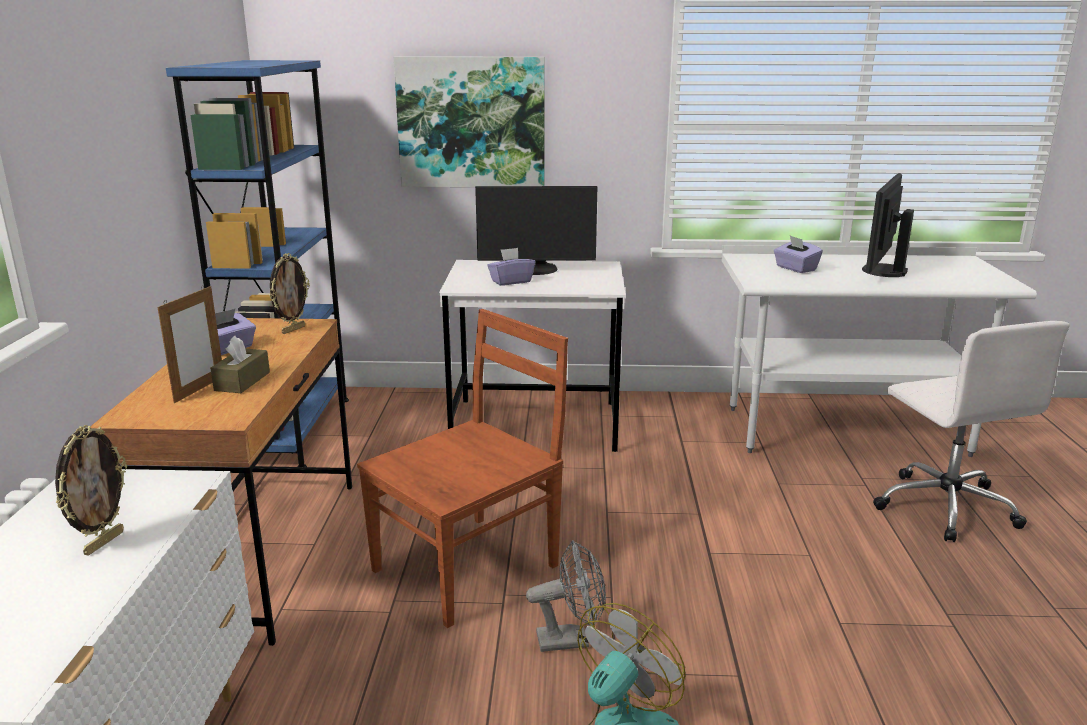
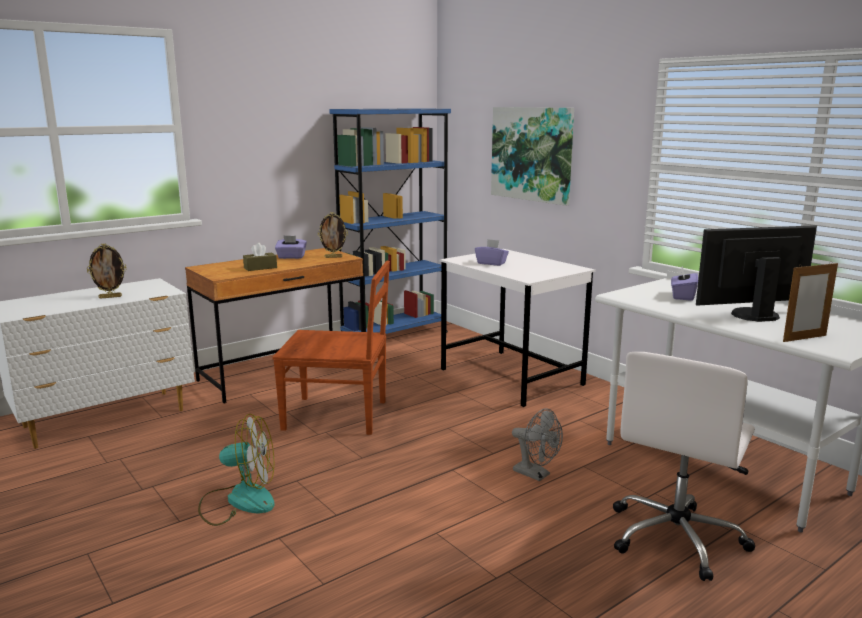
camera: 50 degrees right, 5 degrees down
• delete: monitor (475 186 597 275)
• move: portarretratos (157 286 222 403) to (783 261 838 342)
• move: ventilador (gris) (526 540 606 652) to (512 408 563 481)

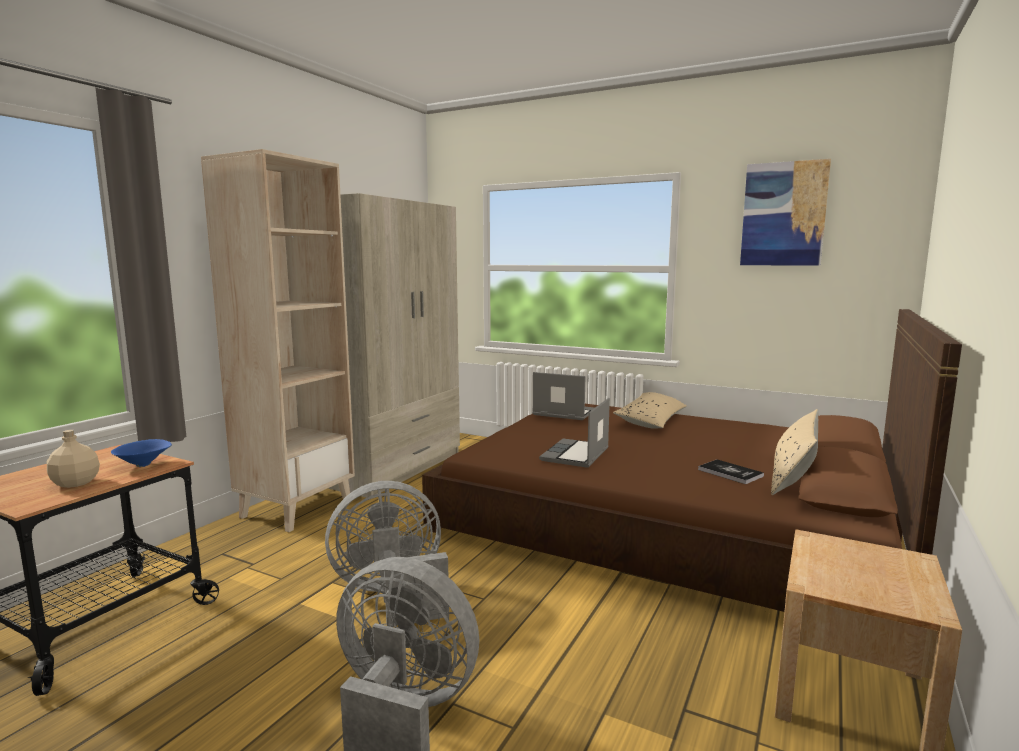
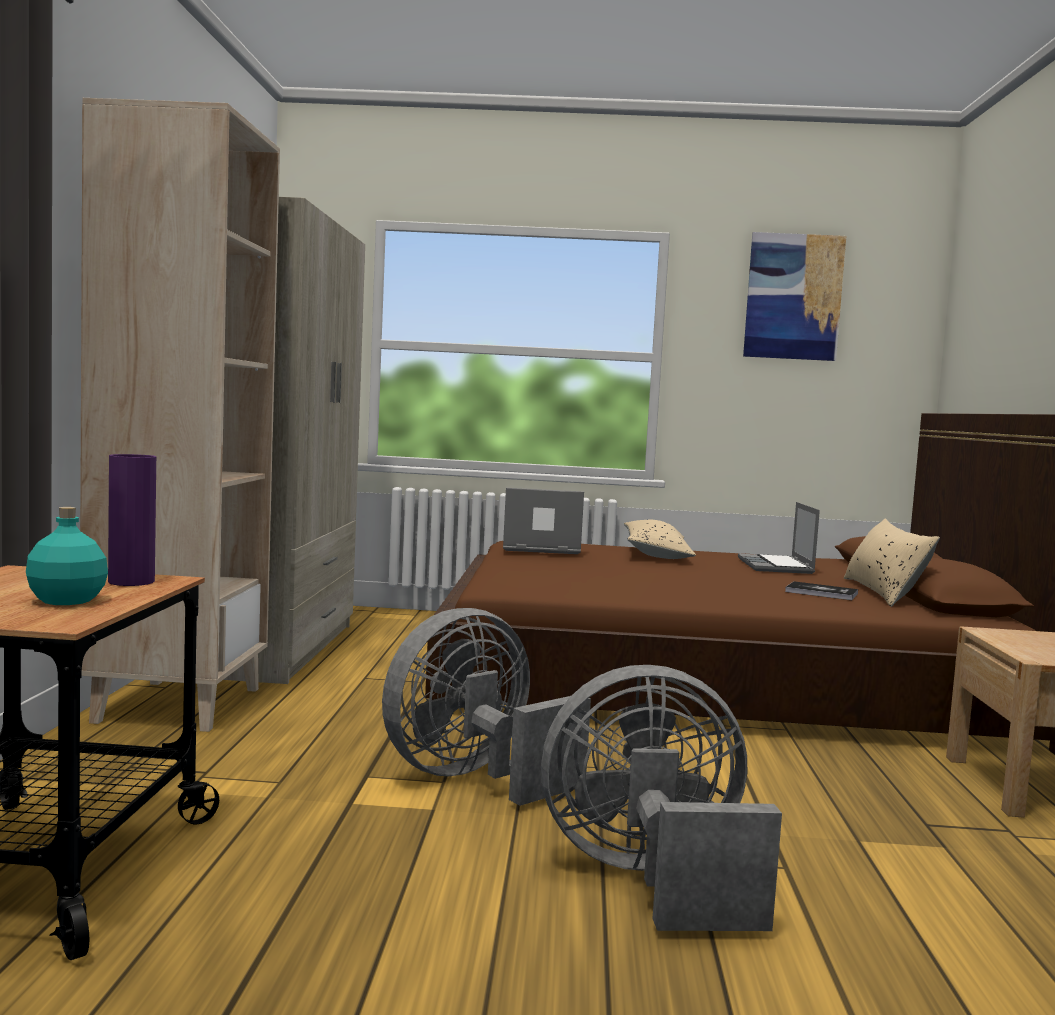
camera: 25 degrees left, 5 degrees down
• move: portátil (539 398 610 468) to (738 502 820 574)
• replace: cuenco (azul) (111 439 172 467) to florero (morado) (108 454 156 586)
• recolor: botella (beis) (47 430 100 488) to botella (turquesa) (26 507 108 605)

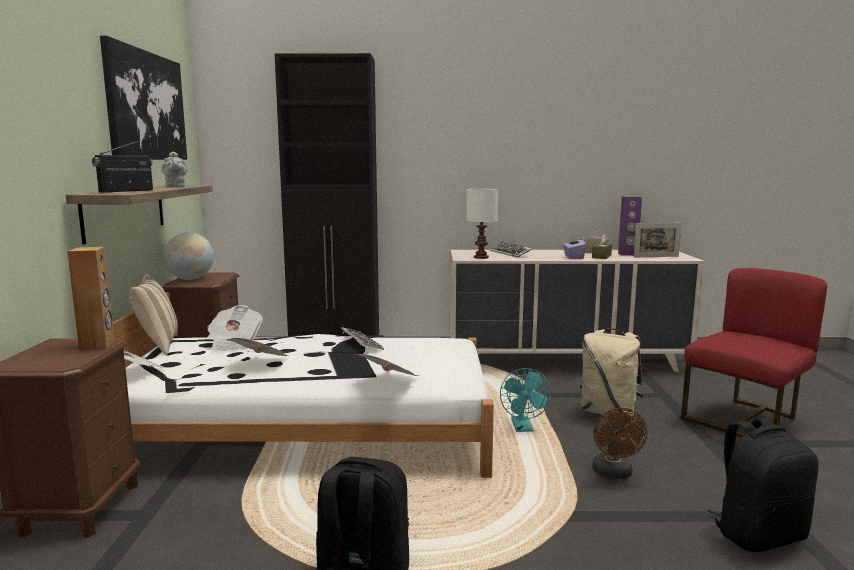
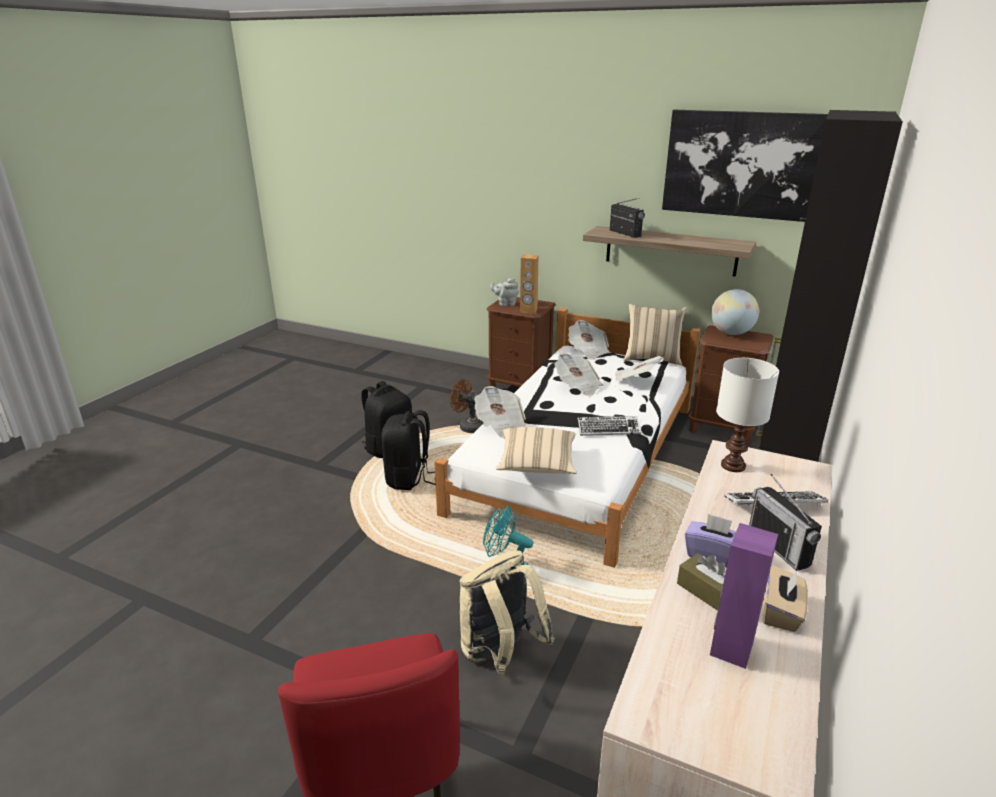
camera: 115 degrees right, 15 degrees up
• delete: portarretratos (634 223 681 257)
• insert: cojín (beis) (496 427 577 474)
• insert: radio (749 474 822 571)
• move: tetera (gris) (161 152 188 187) to (490 278 519 306)
• move: ventilador (marrón) (592 408 647 479) to (450 379 483 433)
• move: mochila (negro) (707 417 819 552) to (381 410 436 490)

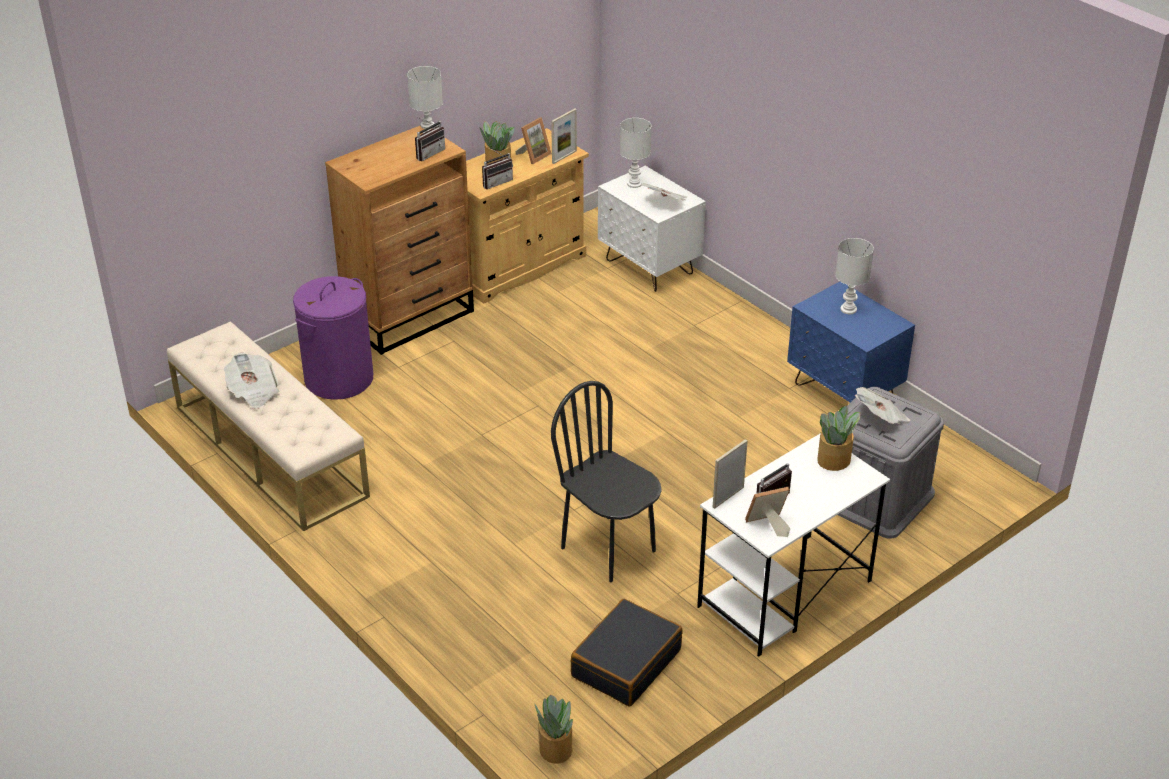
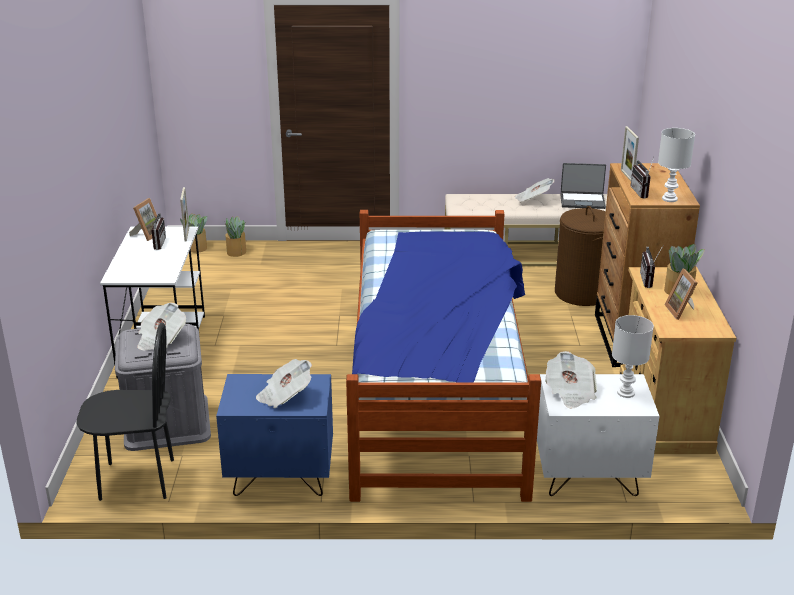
camera: 130 degrees right, 10 degrees down
• delete: maleta (negro) (571 599 682 706)
• insert: cama (346 210 541 502)
• insert: portátil (560 163 606 209)
• move: portarretratos (551 109 577 164) to (621 126 639 181)
• move: silla (negro) (551 381 662 582) to (76 323 174 501)
• move: planta en maceta (817 405 860 471) to (225 216 246 257)
• replace: lámpara de mesa (blanco) (835 238 874 314) to periódico (256 359 312 408)
• recolor: cesto de la ropa (morado) (293 276 373 400) to cesto de la ropa (marrón) (555 206 606 306)

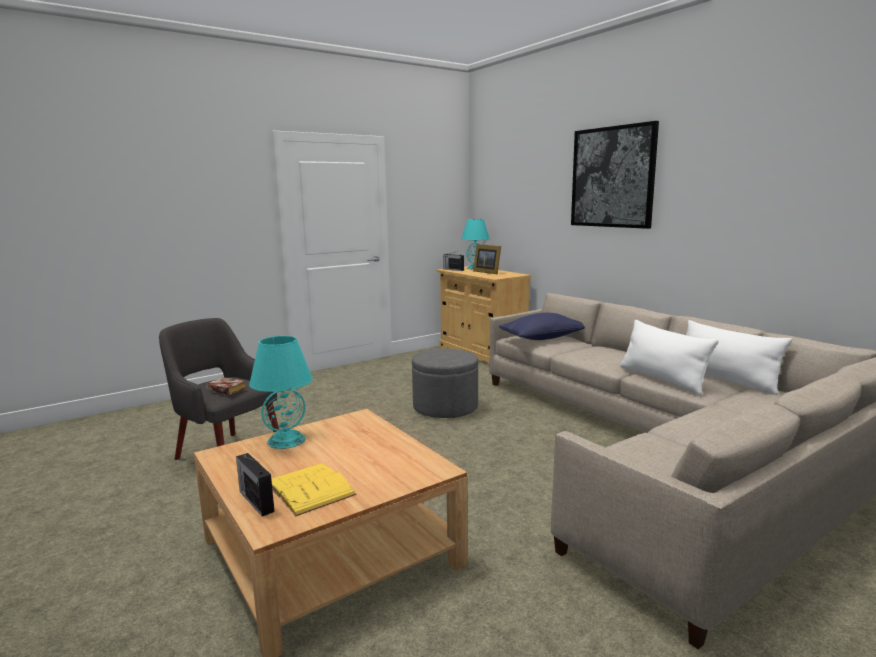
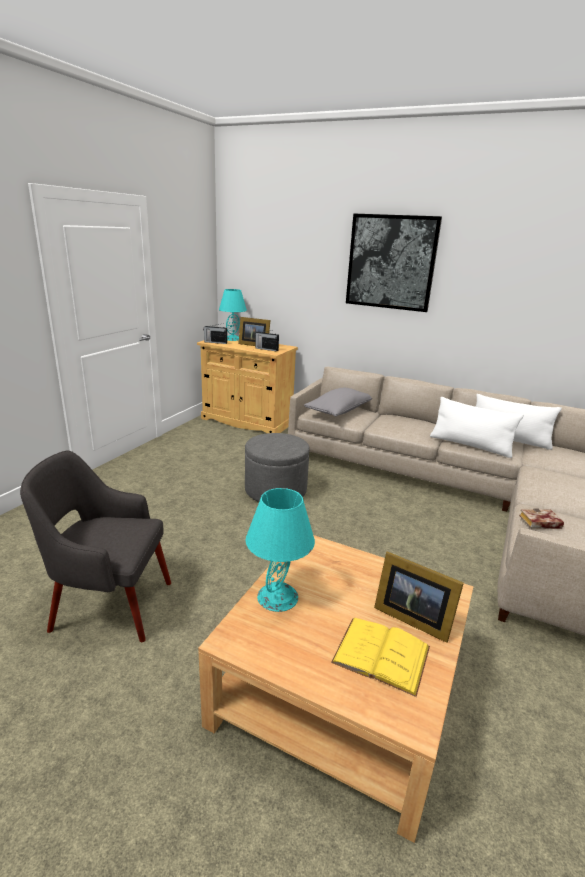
camera: 30 degrees left, 10 degrees up
• insert: portarretratos (374 551 464 643)
• move: libro (206 377 246 395) to (519 509 564 529)
• move: radio (236 453 274 516) to (255 330 279 351)
• recolor: cojín (azul) (499 313 585 340) to cojín (gris) (304 388 372 416)

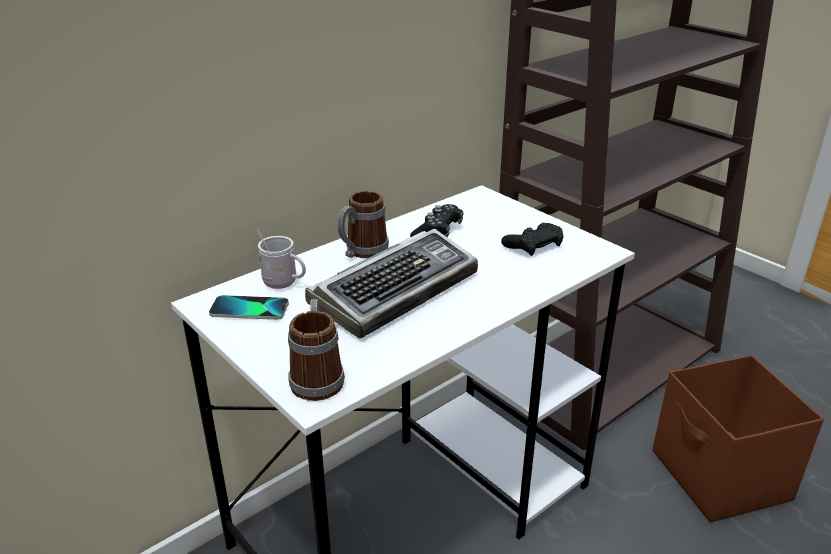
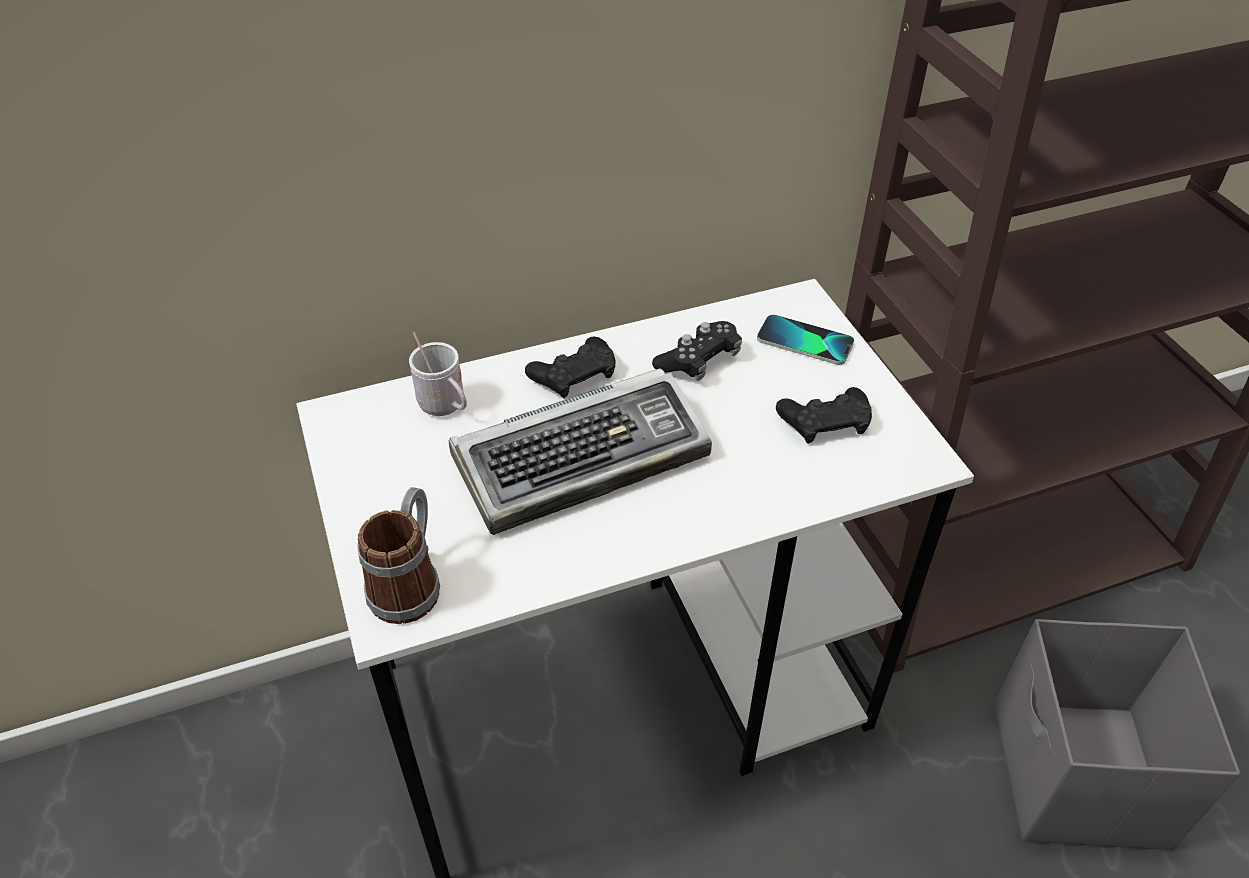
camera: 20 degrees right, 15 degrees up
• move: móvil (209 295 289 320) to (757 315 854 365)
• replace: taza grande (338 191 389 258) to mando de consola (negro) (525 336 615 398)
• recolor: caja de almacenaje (marrón) (653 355 824 522) to caja de almacenaje (gris) (995 619 1241 850)

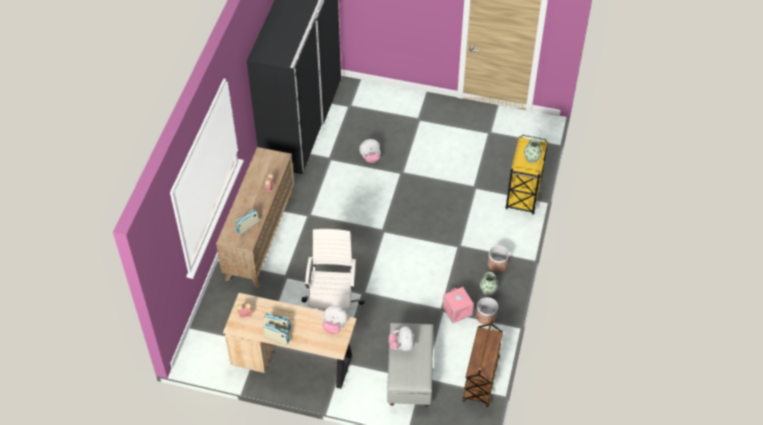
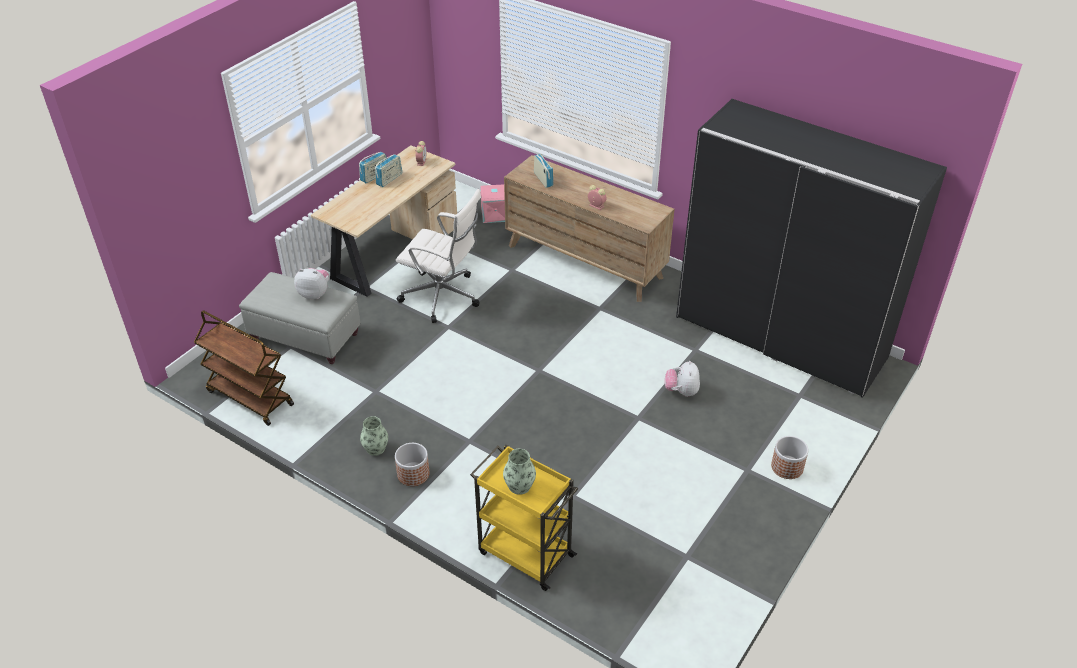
camera: 110 degrees right, 10 degrees down
• delete: peluche (322 305 348 334)
• move: caja de almacenaje (rosa) (442 287 474 323) to (480 184 505 223)
• move: maceta (476 297 498 325) to (771 436 808 479)

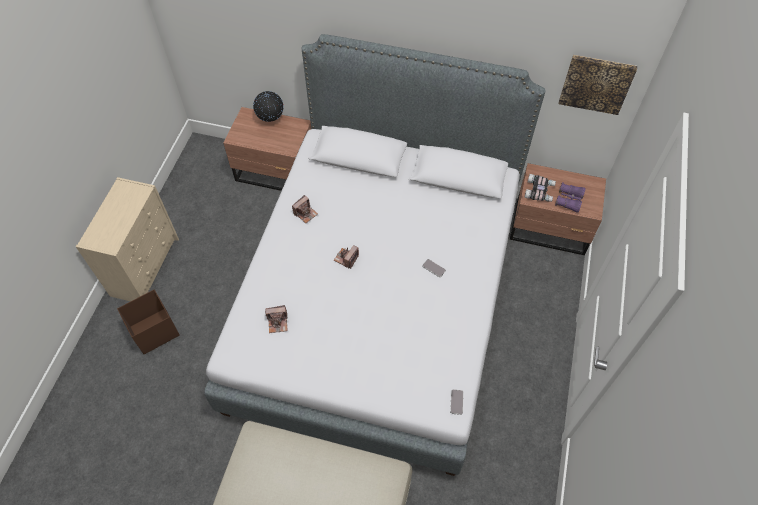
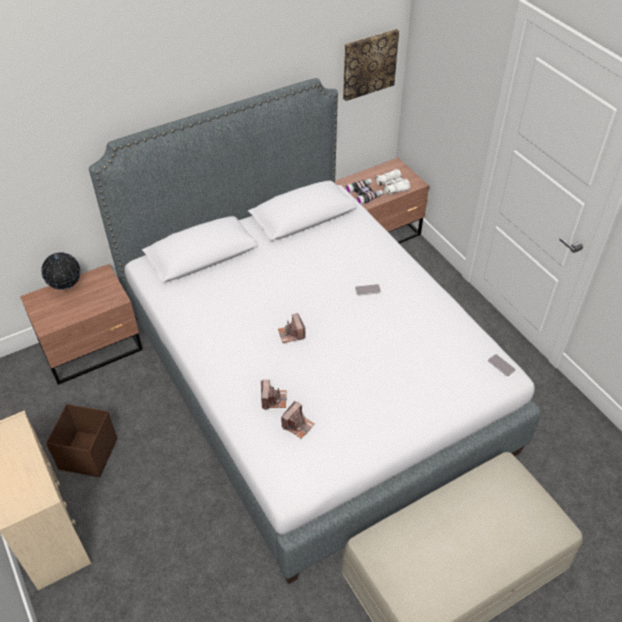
camera: 45 degrees left, 10 degrees down
• move: caja de almacenaje (marrón) (117 290 180 354) to (46 404 117 477)
• move: cámara (292 195 318 223) to (261 380 287 410)
• recolor: prismáticos (morado) (555 182 586 212) to prismáticos (blanco) (376 169 410 196)

